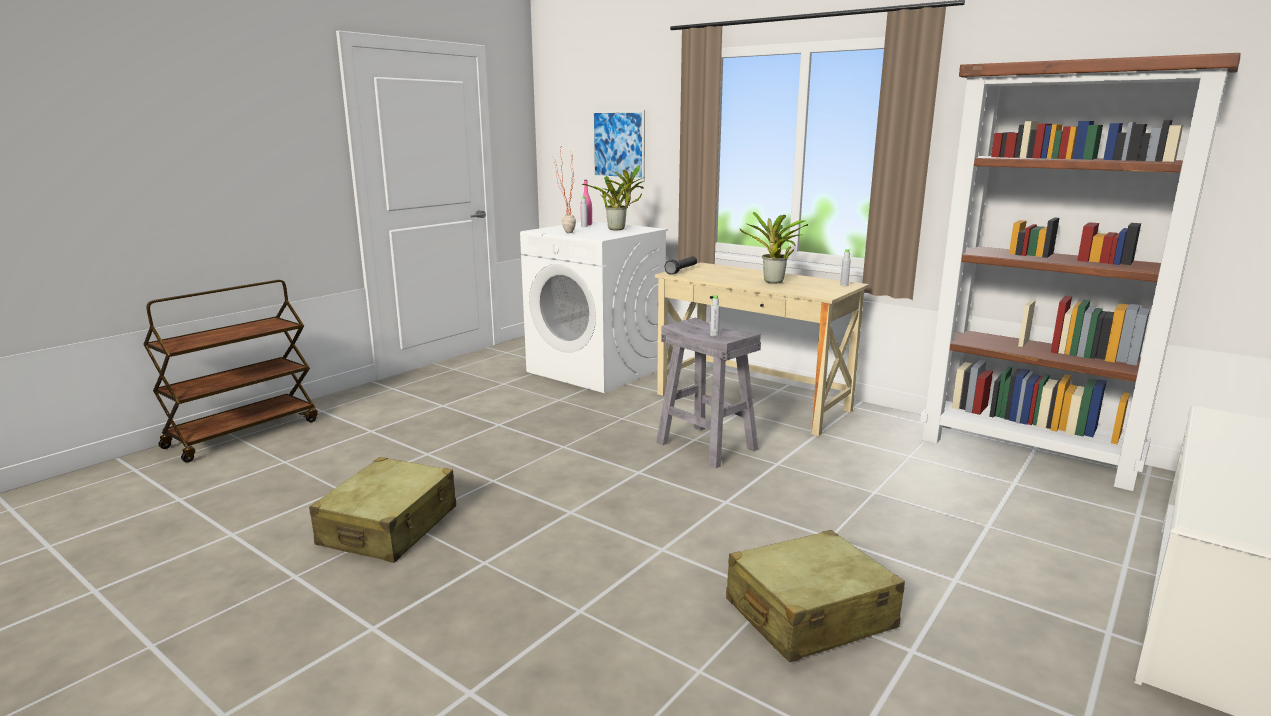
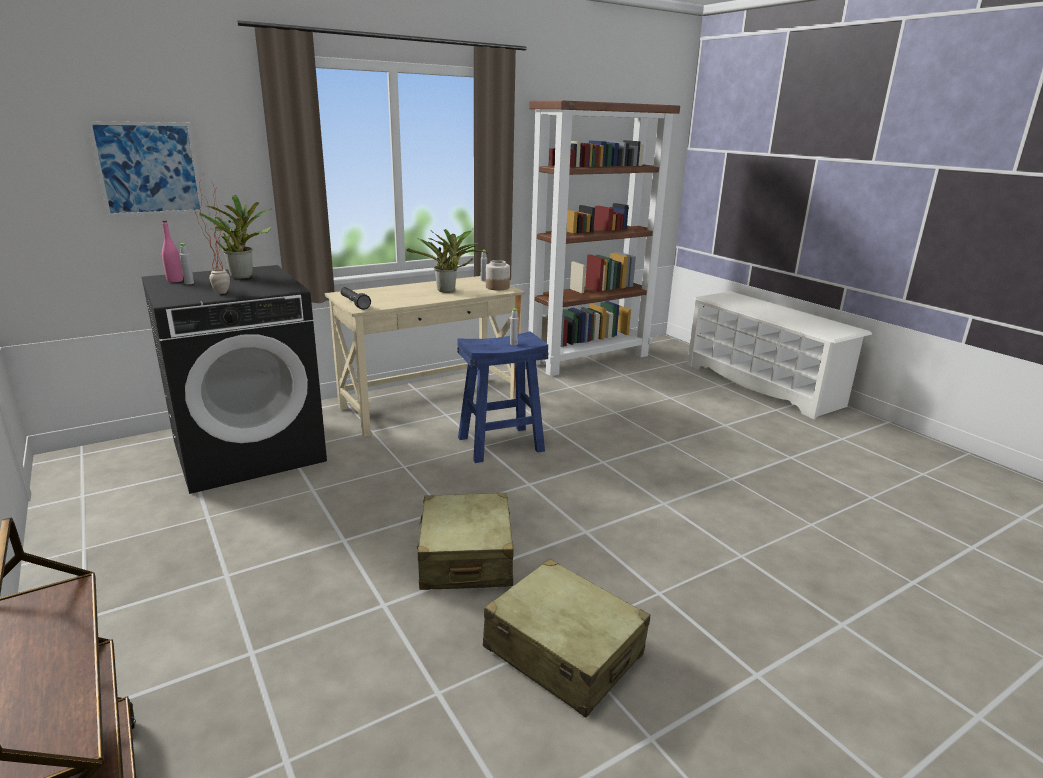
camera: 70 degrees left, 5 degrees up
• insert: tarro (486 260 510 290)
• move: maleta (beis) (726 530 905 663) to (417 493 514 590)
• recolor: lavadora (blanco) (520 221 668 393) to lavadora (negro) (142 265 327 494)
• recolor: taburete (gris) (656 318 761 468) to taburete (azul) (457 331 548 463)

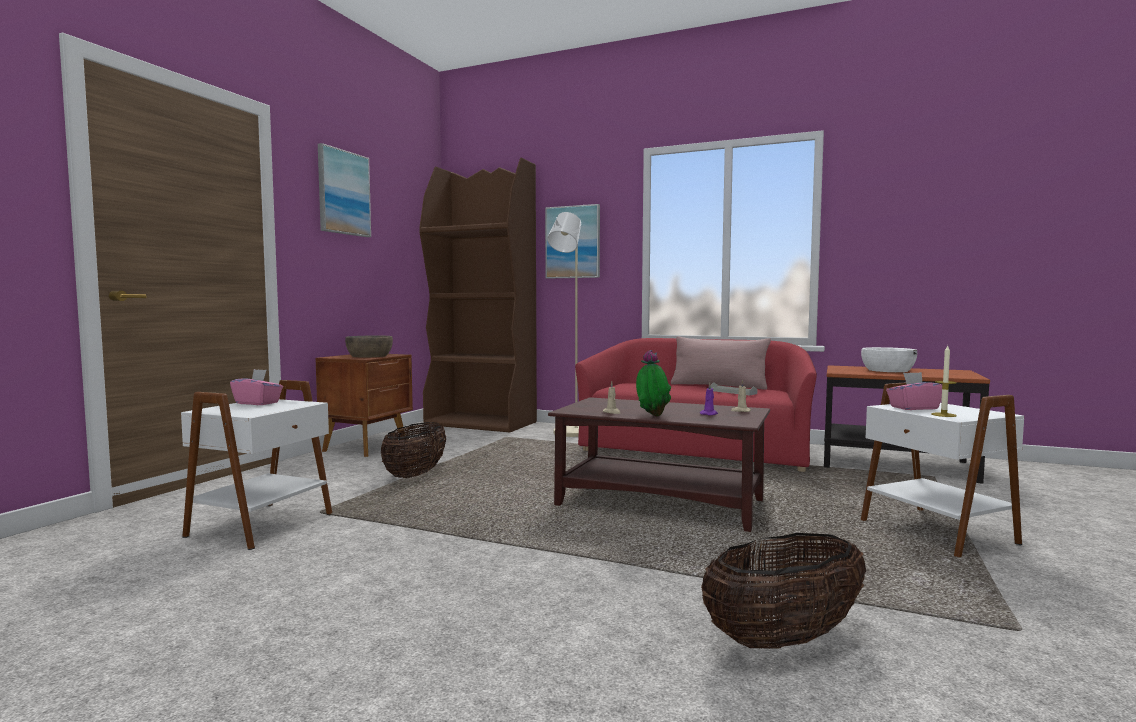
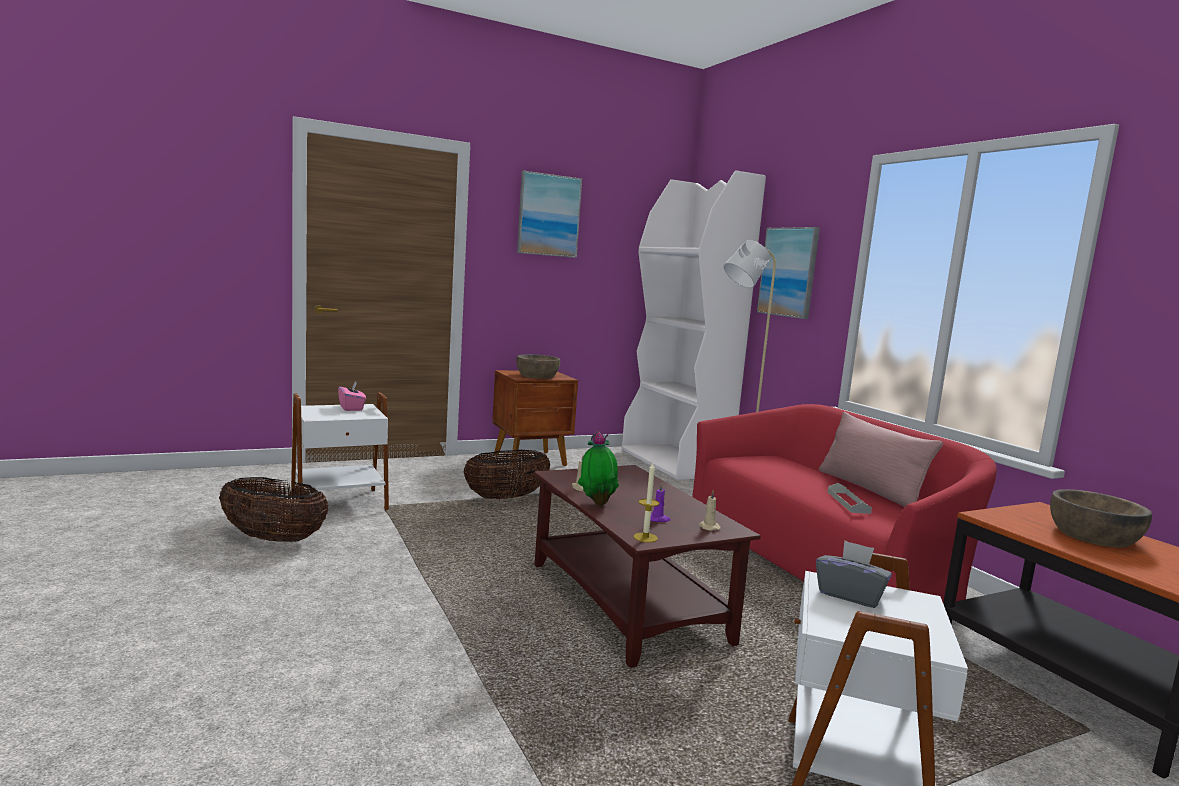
camera: 40 degrees right, 5 degrees up
• move: cesta (701 533 866 649) to (219 477 329 542)
• move: vela (932 346 957 417) to (634 463 659 542)
• recolor: estantería (marrón) (419 158 537 432) to estantería (blanco) (622 170 766 480)
• recolor: cuenco (blanco) (861 347 917 372) to cuenco (marrón) (1050 489 1152 548)
• recolor: caja de pañuelos (rosa) (886 372 942 410) to caja de pañuelos (gris) (816 540 892 608)

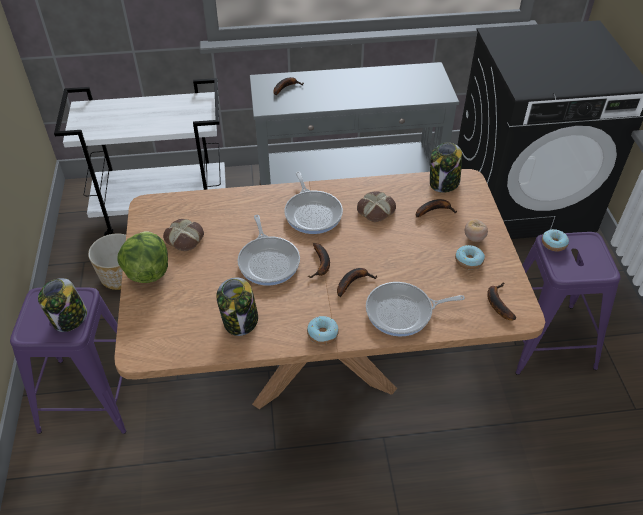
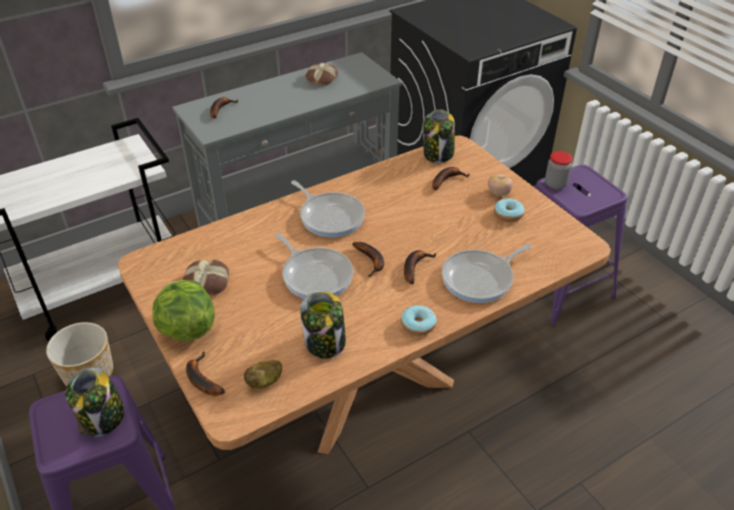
camera: 25 degrees left, 5 degrees down
• insert: patata (244 360 282 388)
• move: pan (357 191 396 222) to (306 63 338 86)
• move: plátano (487 283 516 320) to (186 352 225 396)
• replace: rosquilla (542 229 569 251) to tarro (545 151 573 189)

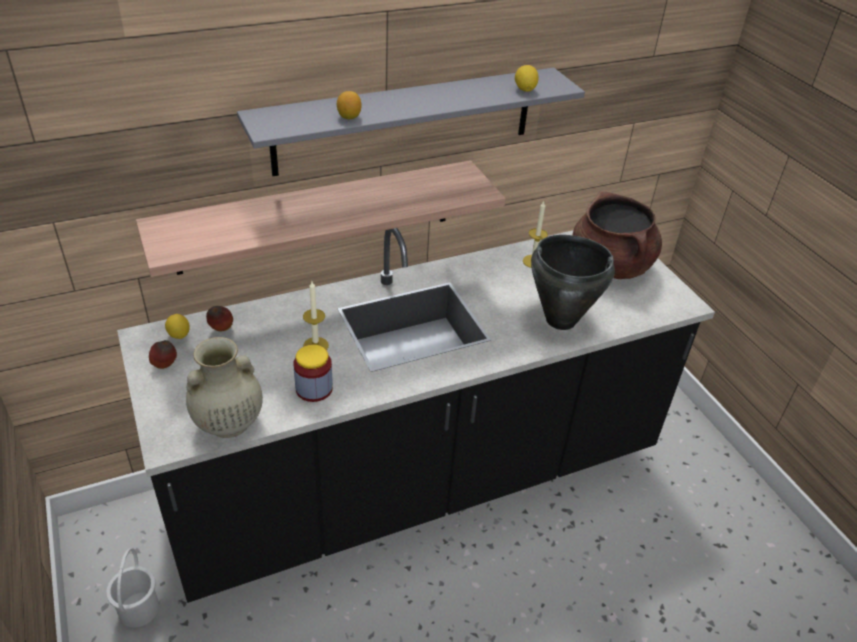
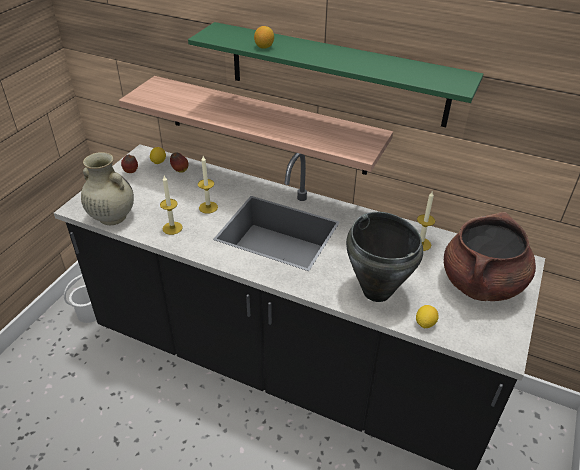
camera: 50 degrees right, 0 degrees up
• move: limón (515 65 539 92) to (416 305 438 328)
• replace: tarro (293 345 333 402) to vela (160 176 183 235)
• recolor: estante (gris) (237 68 585 176) to estante (verde) (188 22 483 127)

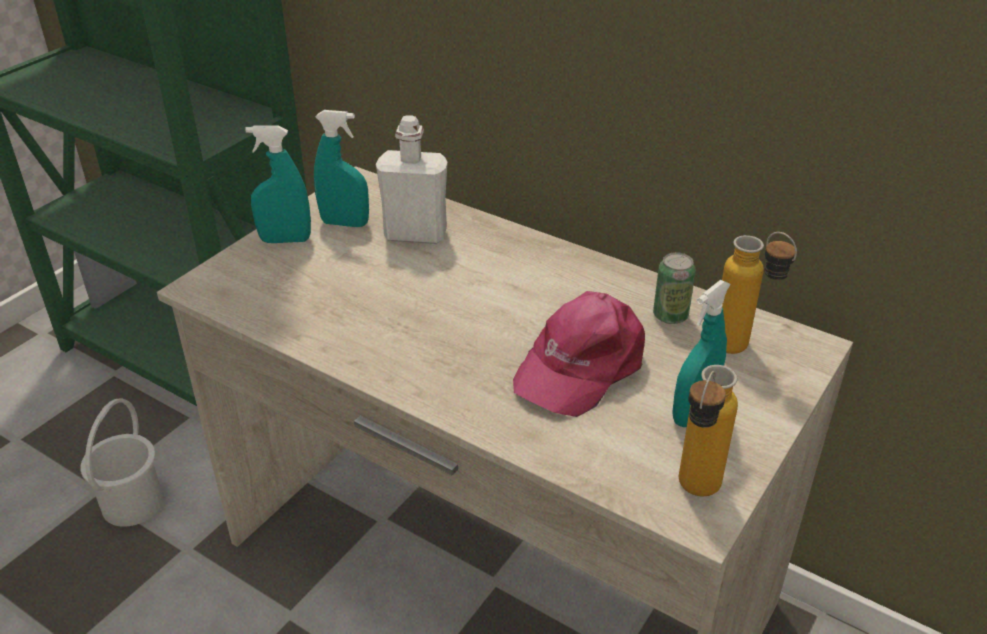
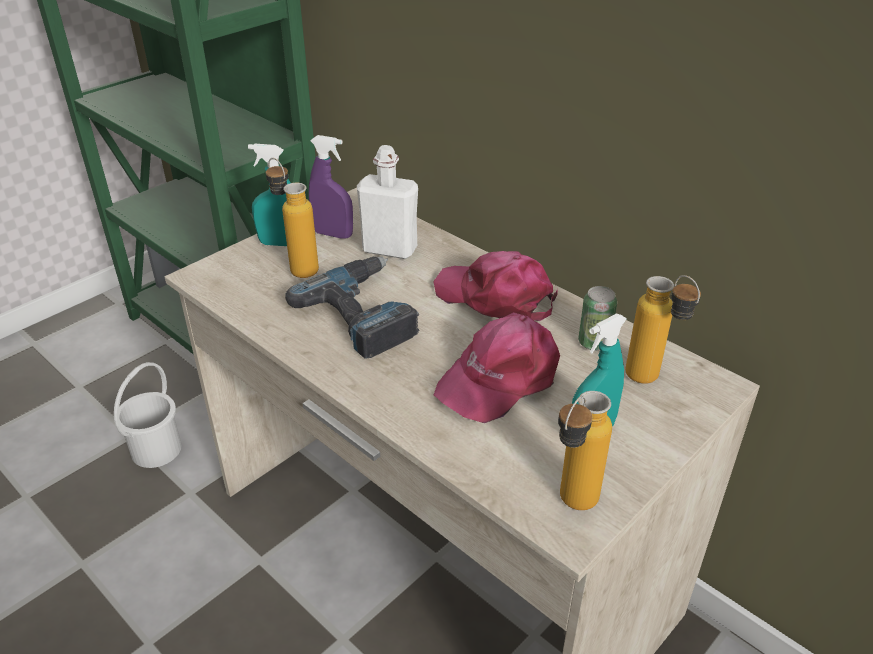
camera: 10 degrees right, 0 degrees up
• insert: botella (266 158 319 278)
• insert: taladro (285 257 420 359)
• insert: gorra (rosa) (433 251 558 321)
• recolor: pulverizador (turquesa) (314 110 369 227) to pulverizador (morado) (309 135 353 239)

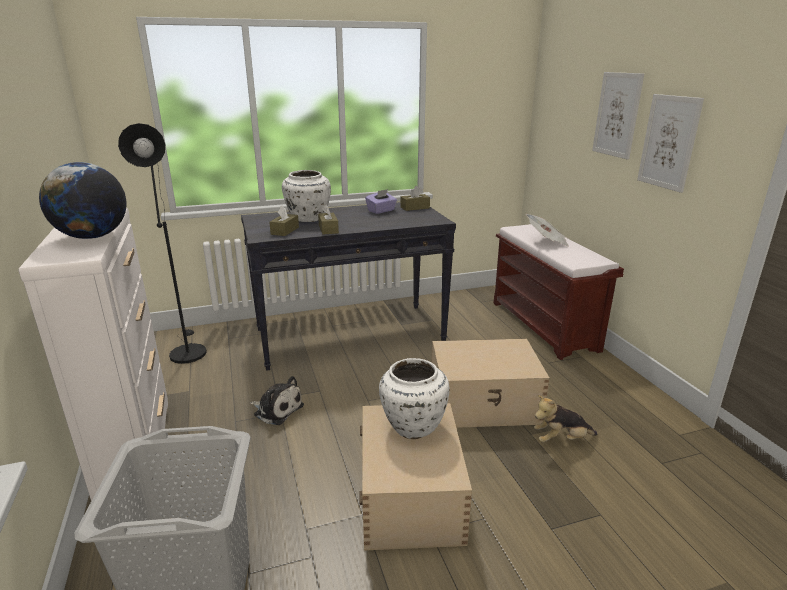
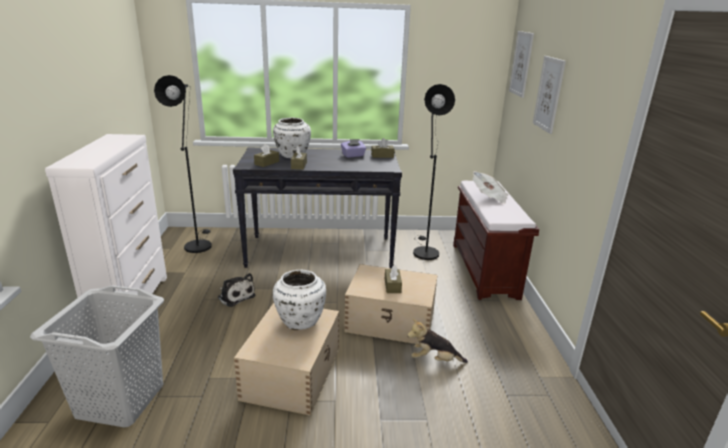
camera: 15 degrees right, 0 degrees up
• delete: globo terráqueo (39 162 127 239)
• insert: caja de pañuelos (marrón) (385 265 402 293)
• insert: lámpara de pie (negro) (413 84 455 260)
• move: cuadro (637 94 704 193) to (509 31 534 98)

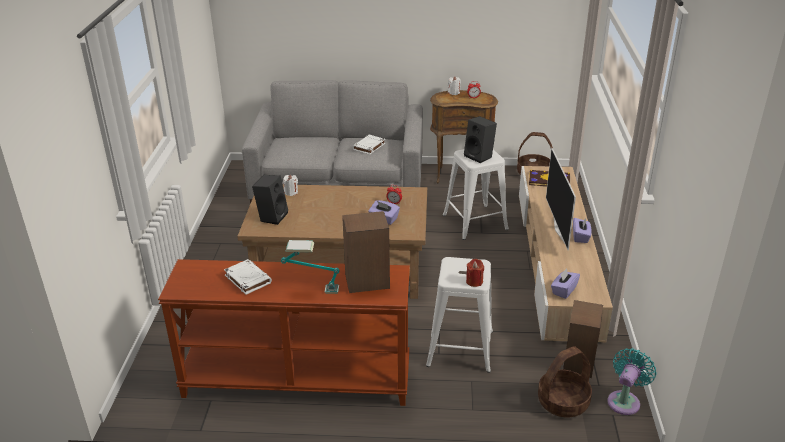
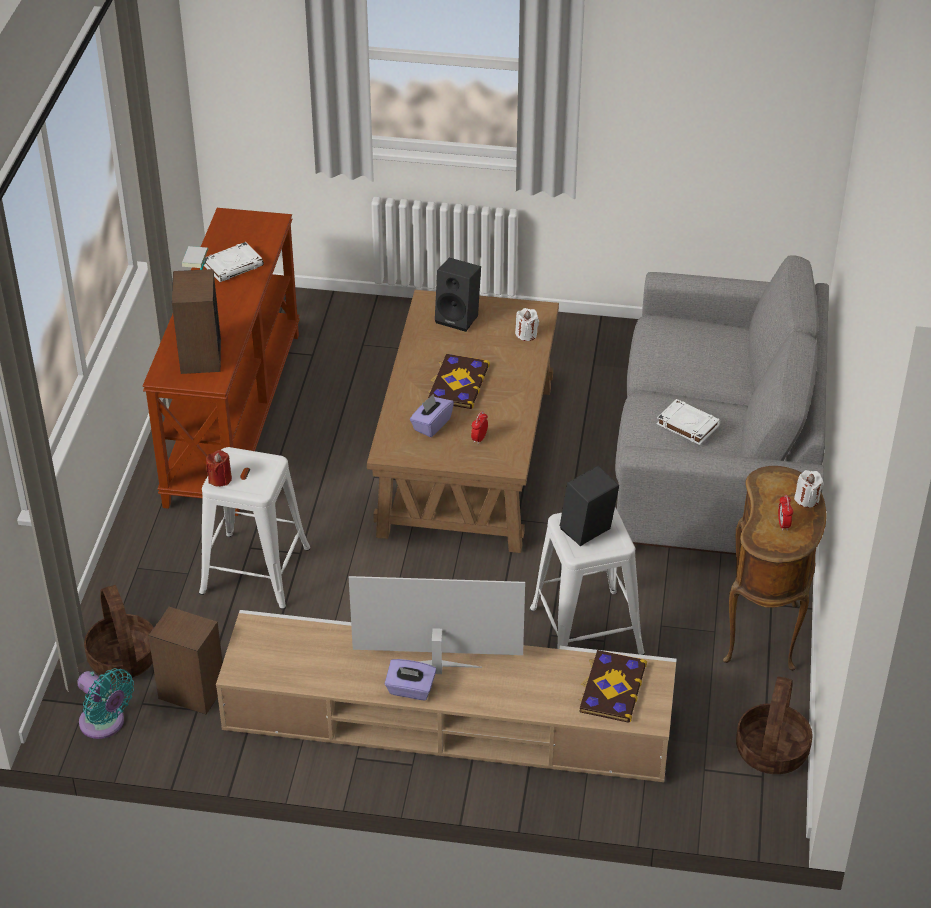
camera: 95 degrees right, 10 degrees up
• delete: caja de pañuelos (morado) (551 269 580 299)
• insert: libro (428 354 490 409)

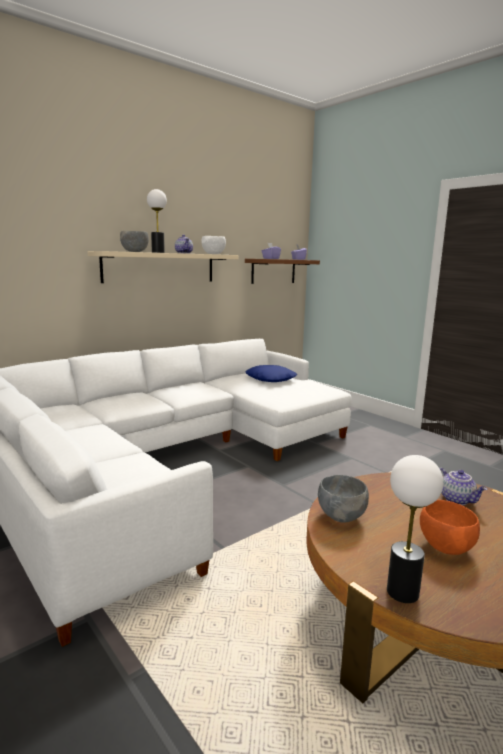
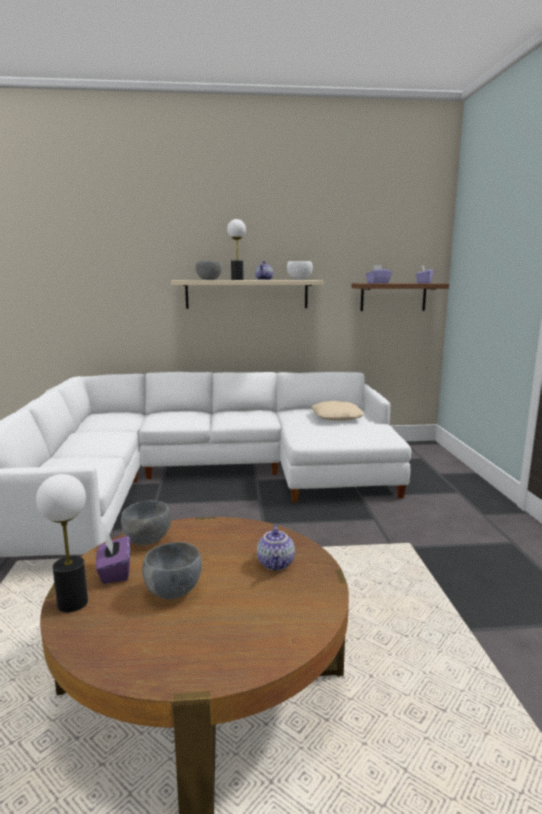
camera: 35 degrees right, 0 degrees up
• insert: caja de pañuelos (morado) (96 533 130 584)
• recolor: cojín (azul) (246 365 297 382) to cojín (beis) (312 401 364 421)
• recolor: cuenco (naranja) (420 500 480 555) to cuenco (gris) (142 542 202 599)

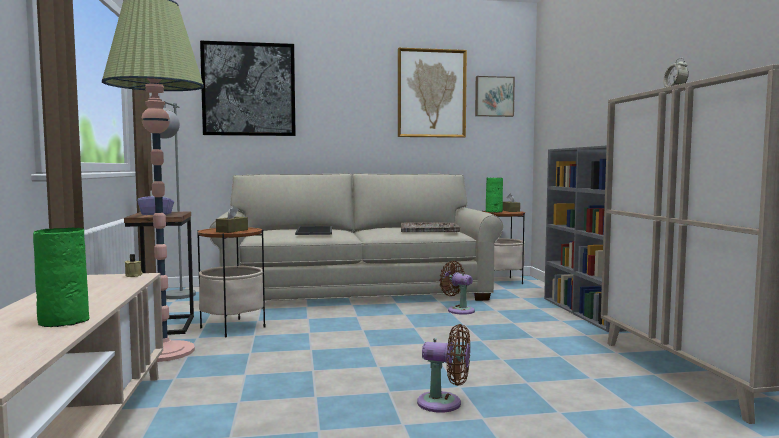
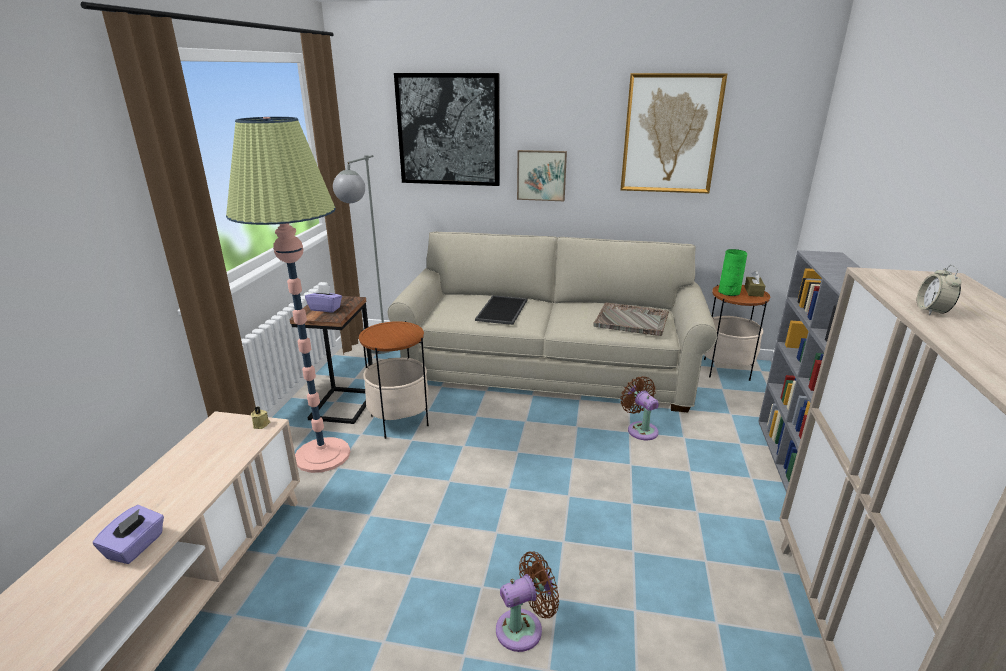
camera: 20 degrees right, 20 degrees up
• delete: caja de pañuelos (marrón) (216 205 248 233)
• move: cuadro (475 76 515 117) to (517 150 567 201)
• replace: florero (verde) (33 228 90 327) to caja de pañuelos (morado) (93 505 164 564)
• rotate: ventilador (marrón) (417 324 470 413) = (496 551 559 652) 60 degrees counterclockwise

